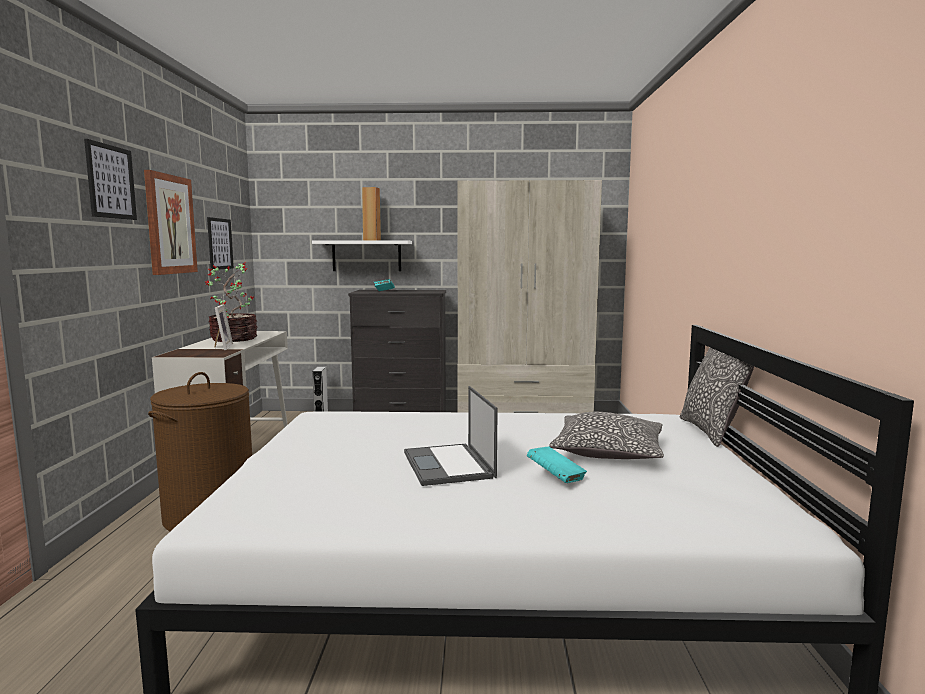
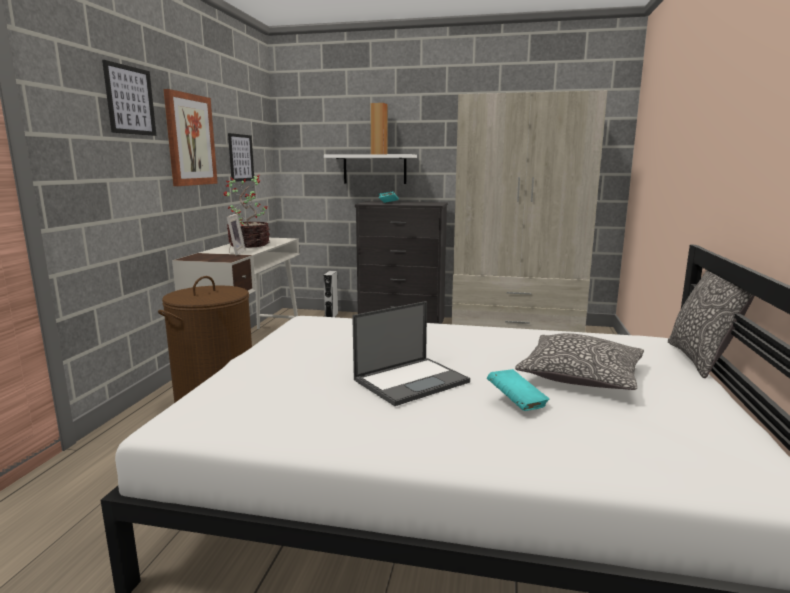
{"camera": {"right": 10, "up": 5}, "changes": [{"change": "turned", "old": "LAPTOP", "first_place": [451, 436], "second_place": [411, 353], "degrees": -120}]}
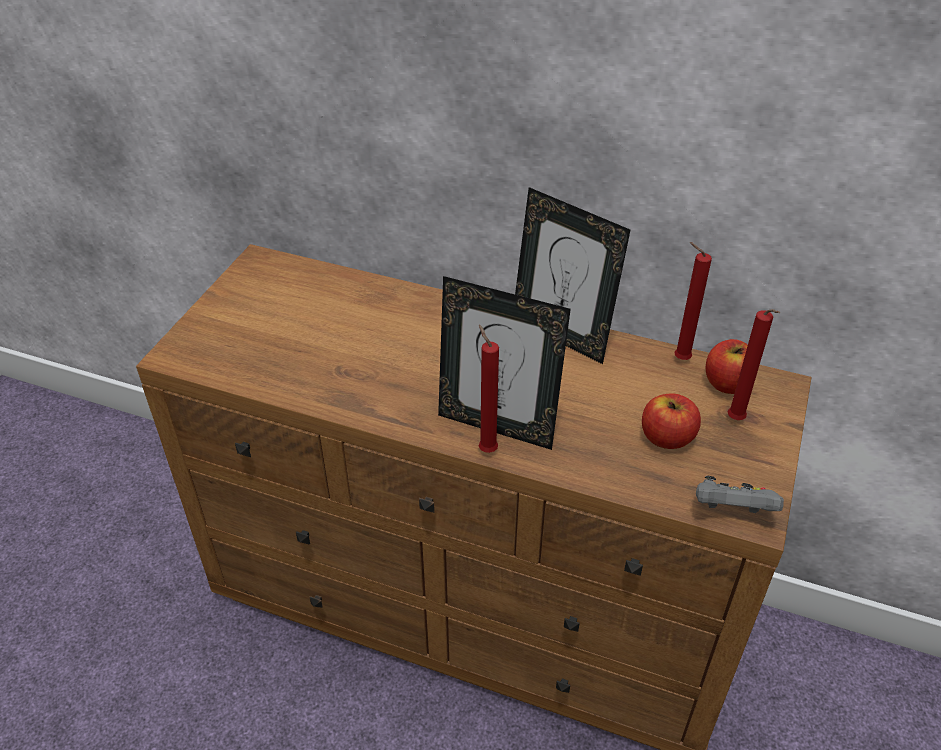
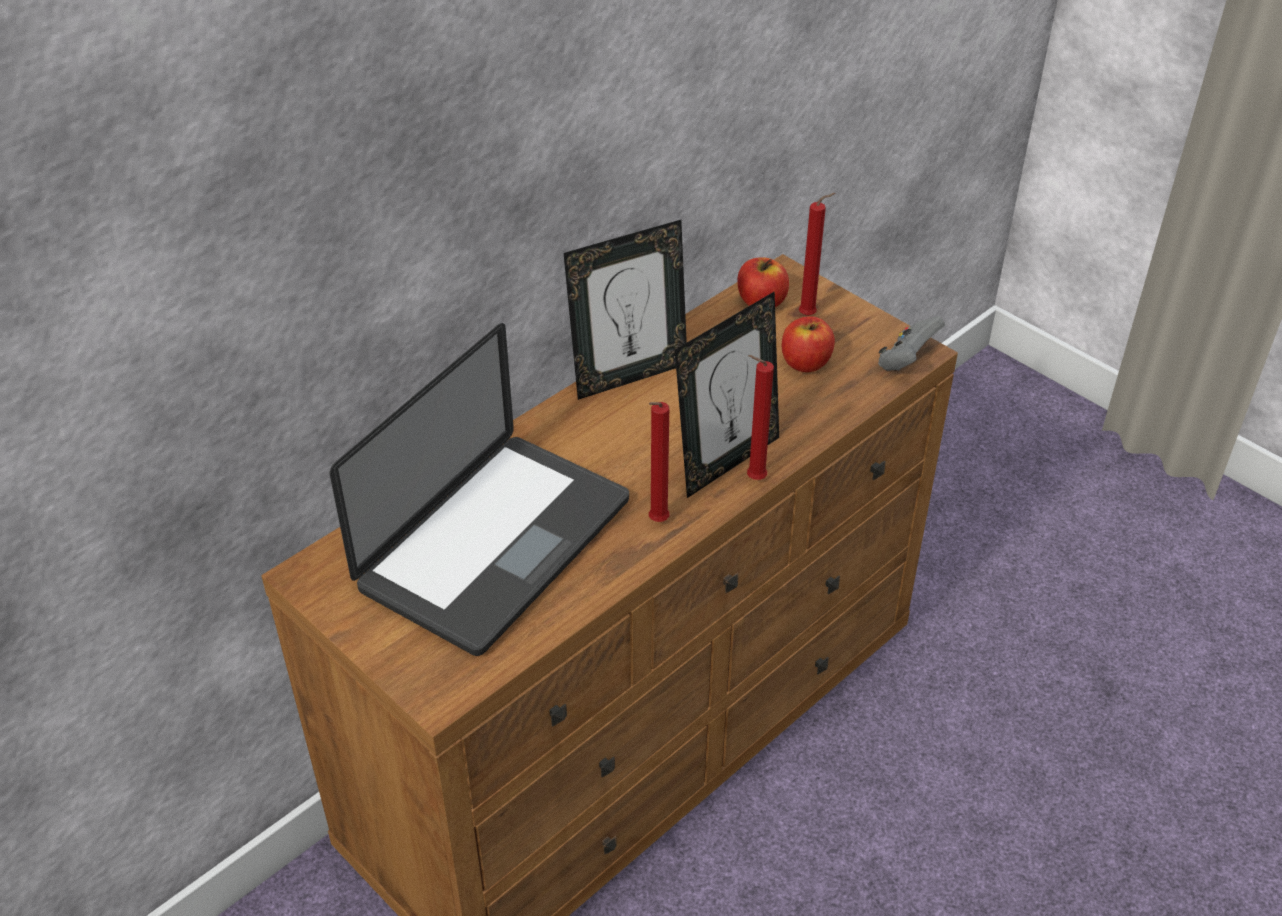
{"camera": {"right": -65, "up": 0}, "changes": [{"change": "moved", "old": "RED CANDLE", "first_place": [693, 301], "second_place": [659, 462]}, {"change": "added", "new": "LAPTOP", "second_place": [479, 489]}]}
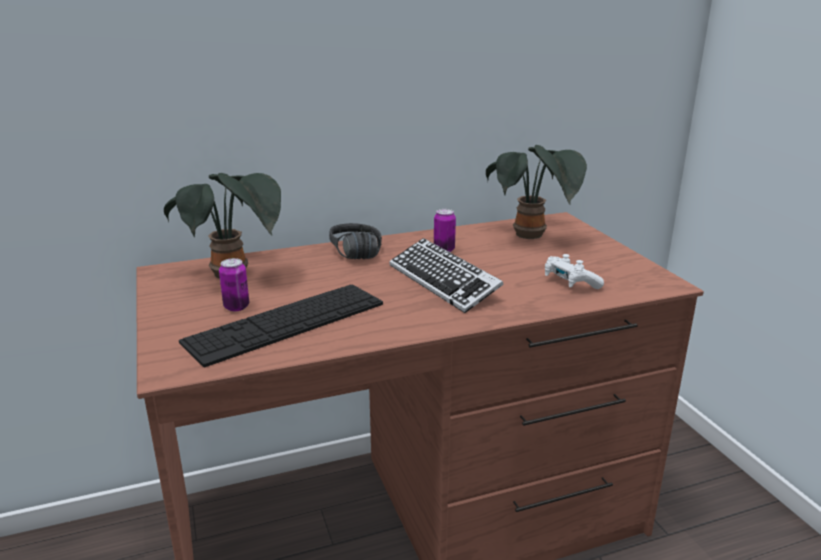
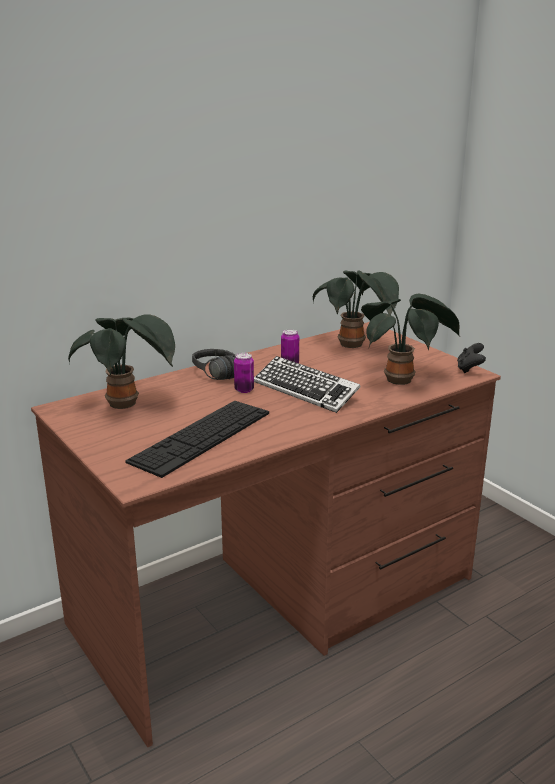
{"camera": {"right": -15, "up": 0}, "changes": [{"change": "moved", "old": "CAN", "first_place": [234, 284], "second_place": [244, 373]}, {"change": "replaced", "old": "WHITE GAME CONTROLLER", "new": "POTTED PLANT", "first_place": [574, 271], "second_place": [410, 339]}, {"change": "added", "new": "BLACK GAME CONTROLLER", "second_place": [471, 358]}]}
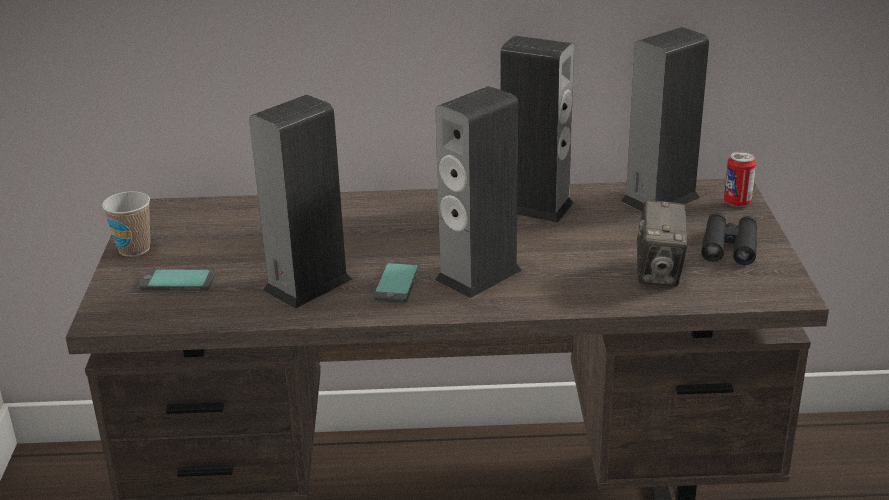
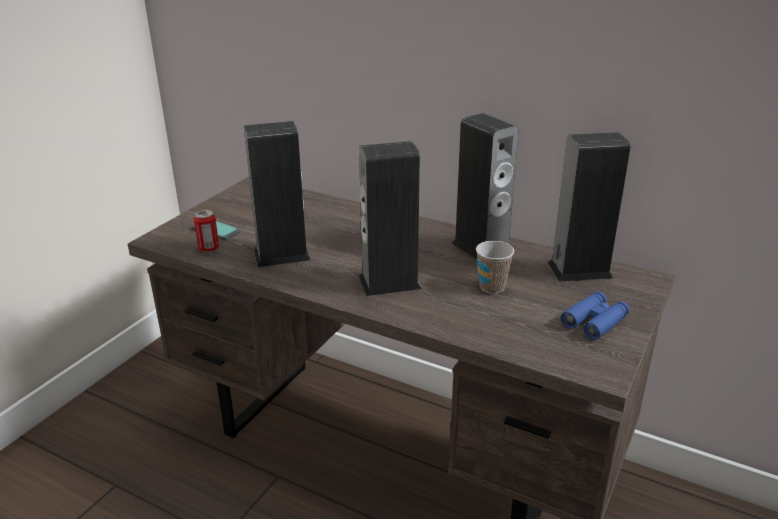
{"camera": {"right": 30, "up": 0}, "changes": [{"change": "moved", "old": "CUP", "first_place": [126, 224], "second_place": [495, 267]}, {"change": "removed", "old": "PHONE", "first_place": [396, 282]}, {"change": "removed", "old": "PHOTO CAMERA", "first_place": [662, 243]}, {"change": "recoloured", "old": "BLACK BINOCULARS", "new": "BLUE BINOCULARS", "first_place": [729, 239], "second_place": [595, 315]}, {"change": "moved", "old": "CAN", "first_place": [740, 179], "second_place": [206, 231]}]}
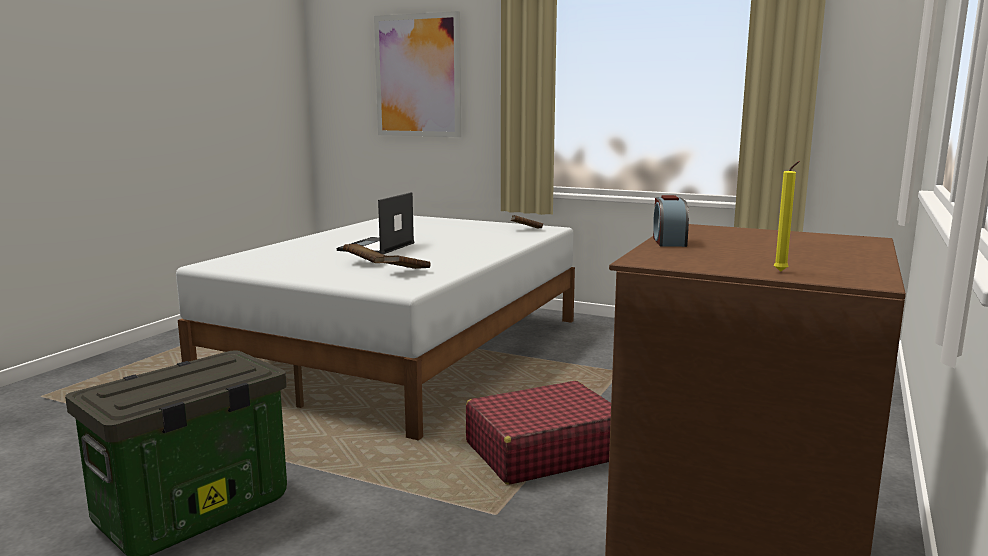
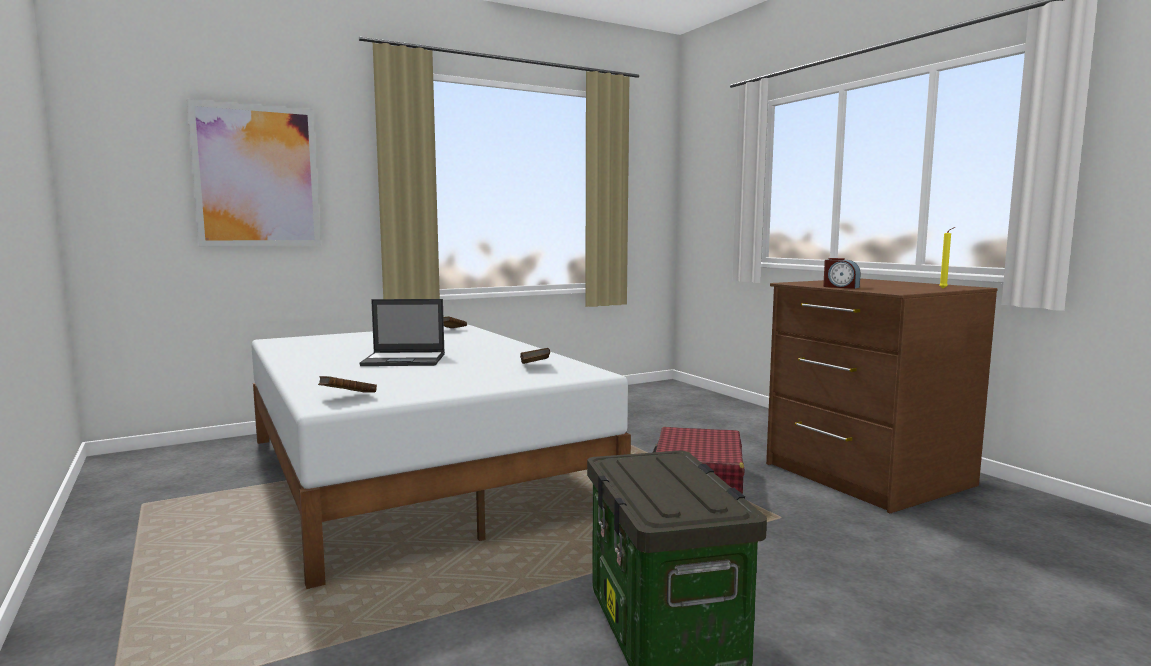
{"camera": {"right": -55, "up": -5}, "changes": [{"change": "turned", "old": "LAPTOP", "first_place": [375, 223], "second_place": [402, 332], "degrees": -60}, {"change": "moved", "old": "BROWN BOOK", "first_place": [364, 253], "second_place": [347, 384]}]}
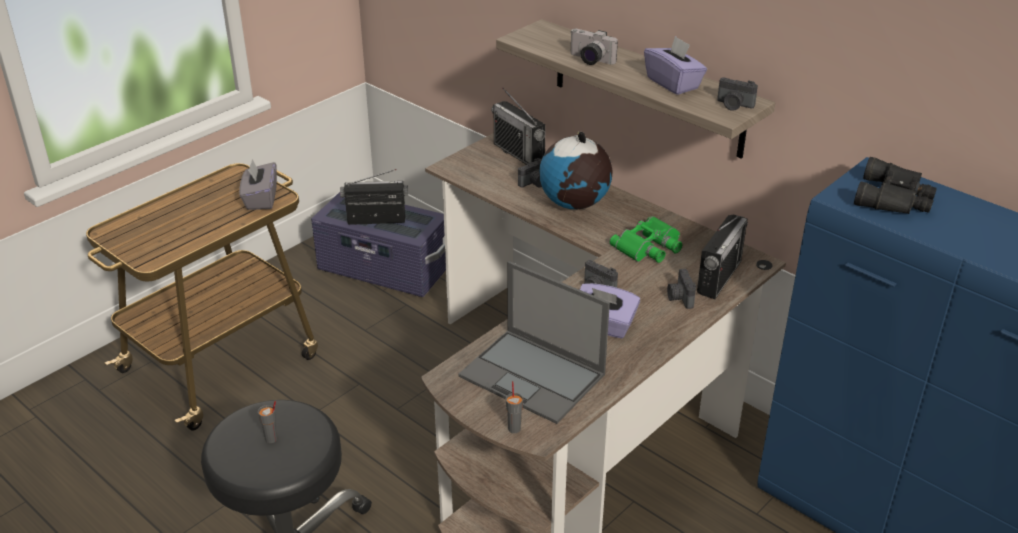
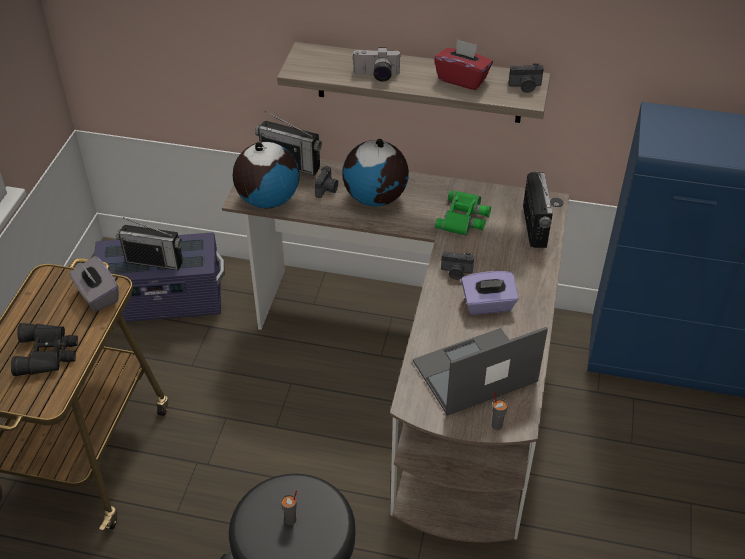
{"camera": {"right": -30, "up": 10}, "changes": [{"change": "turned", "old": "RADIO", "first_place": [374, 197], "second_place": [149, 243], "degrees": -135}, {"change": "turned", "old": "LAPTOP", "first_place": [534, 342], "second_place": [480, 371], "degrees": 150}, {"change": "recoloured", "old": "PURPLE TISSUE BOX", "new": "RED TISSUE BOX", "first_place": [675, 65], "second_place": [463, 64]}, {"change": "removed", "old": "PHOTO CAMERA", "first_place": [681, 289]}, {"change": "moved", "old": "BLACK BINOCULARS", "first_place": [895, 185], "second_place": [44, 349]}, {"change": "added", "new": "GLOBE", "second_place": [266, 175]}]}
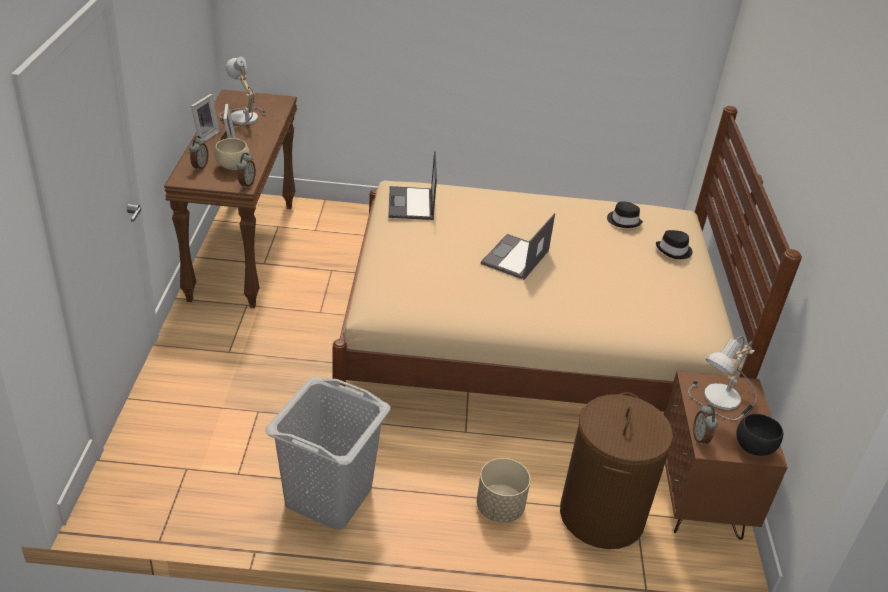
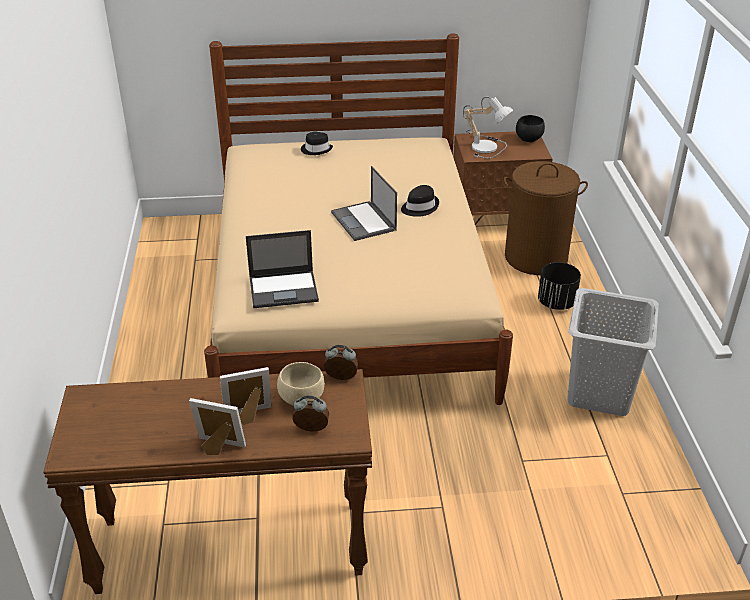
{"camera": {"right": -95, "up": 0}, "changes": [{"change": "removed", "old": "TABLE LAMP", "first_place": [242, 92]}, {"change": "recoloured", "old": "BEIGE PLANTER", "new": "BLACK PLANTER", "first_place": [503, 490], "second_place": [559, 286]}, {"change": "turned", "old": "LAPTOP", "first_place": [518, 246], "second_place": [364, 203], "degrees": 45}, {"change": "moved", "old": "BLACK HAT", "first_place": [625, 214], "second_place": [420, 201]}, {"change": "removed", "old": "ALARM CLOCK", "first_place": [705, 425]}]}
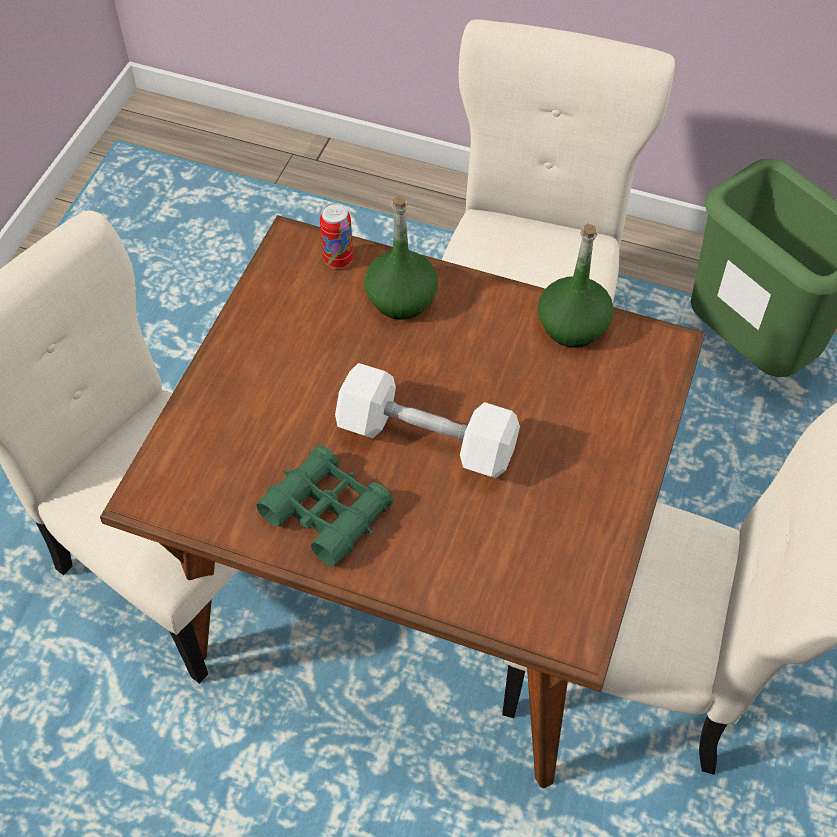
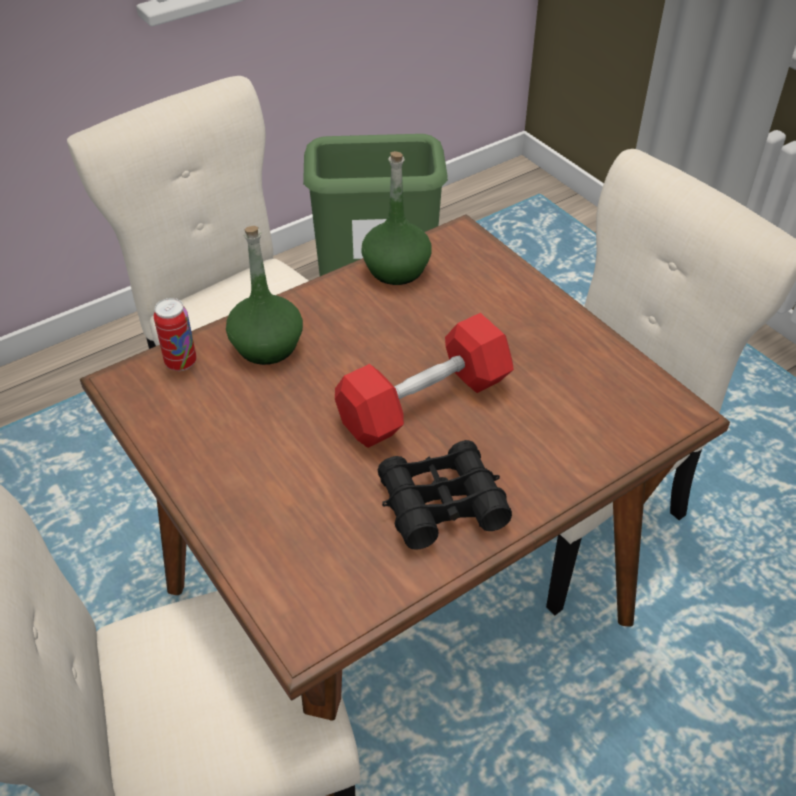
{"camera": {"right": -55, "up": -10}, "changes": [{"change": "recoloured", "old": "GREEN BINOCULARS", "new": "BLACK BINOCULARS", "first_place": [325, 505], "second_place": [444, 495]}, {"change": "recoloured", "old": "WHITE DUMBBELL", "new": "RED DUMBBELL", "first_place": [427, 420], "second_place": [424, 380]}]}
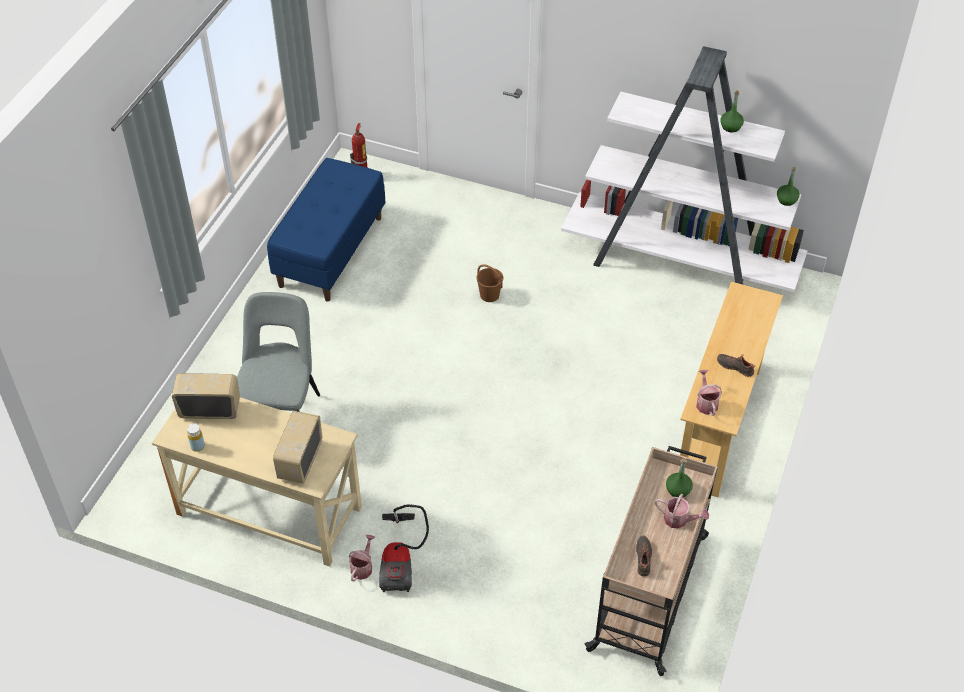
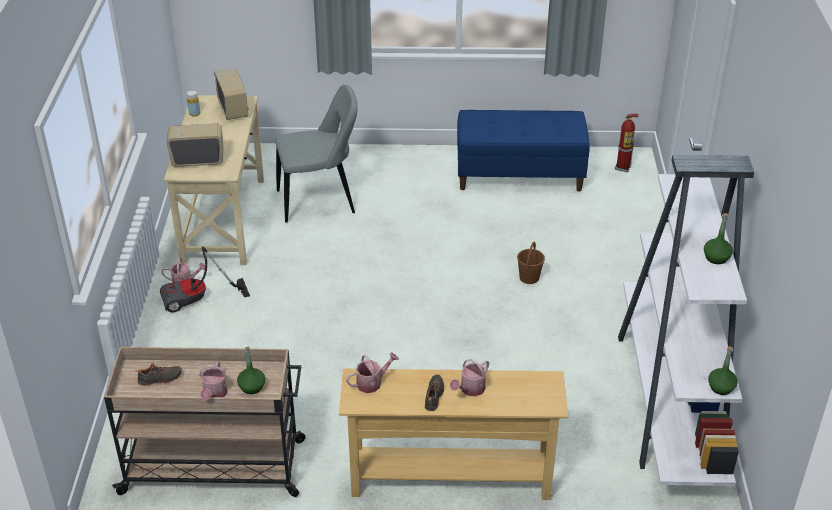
{"camera": {"right": 70, "up": -10}, "changes": [{"change": "added", "new": "WATERING CAN", "second_place": [469, 377]}]}
